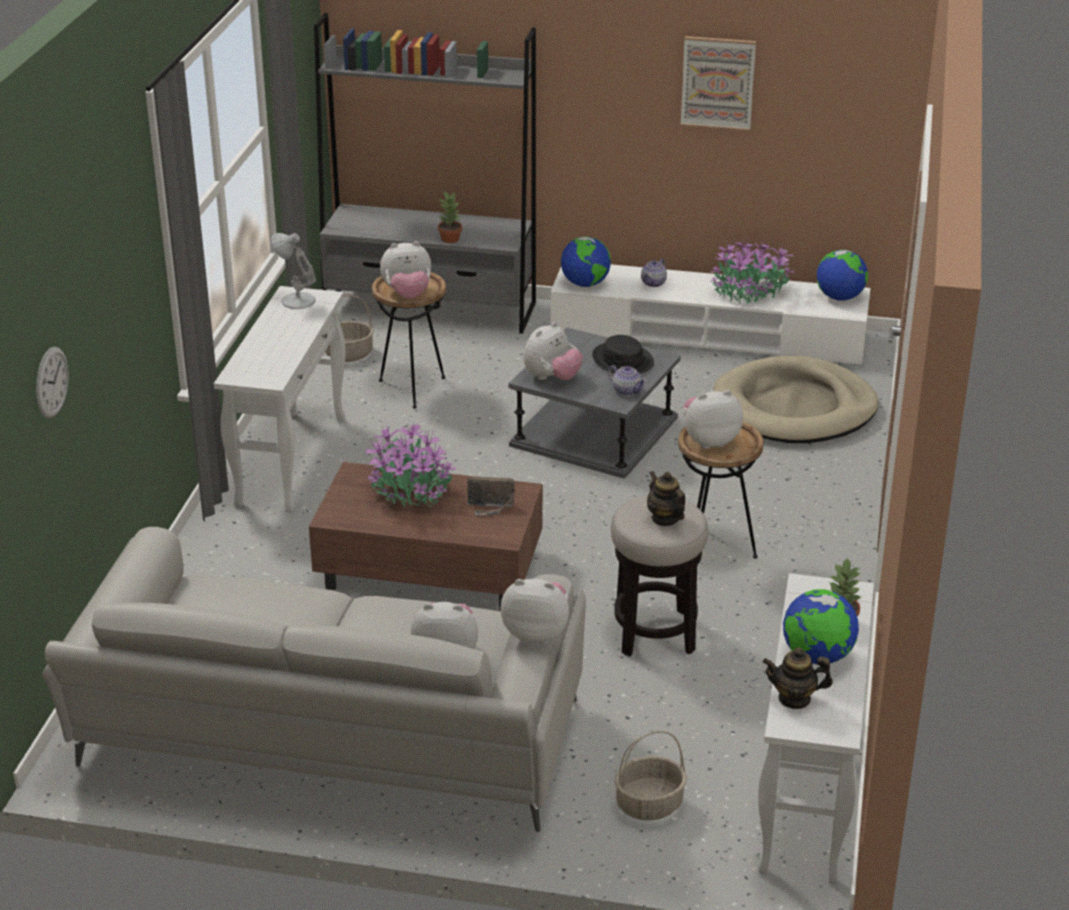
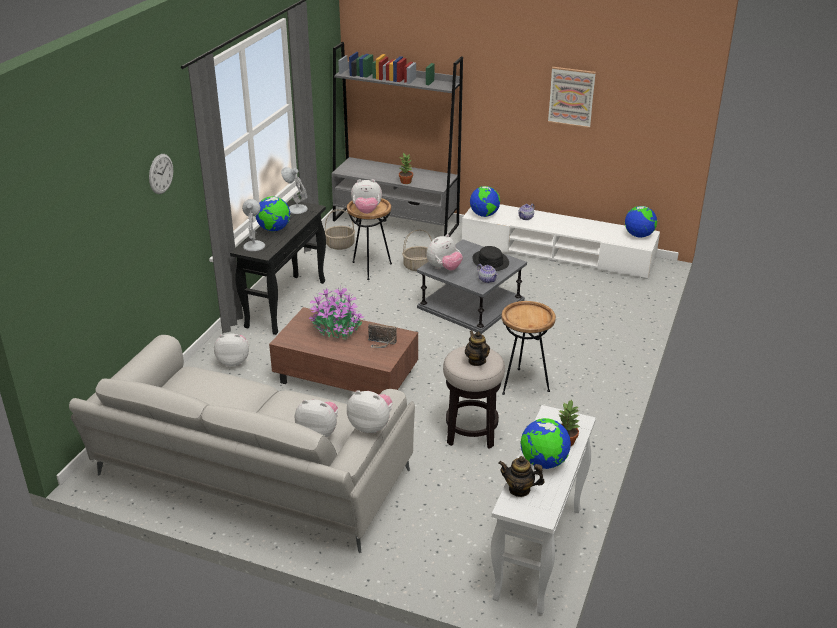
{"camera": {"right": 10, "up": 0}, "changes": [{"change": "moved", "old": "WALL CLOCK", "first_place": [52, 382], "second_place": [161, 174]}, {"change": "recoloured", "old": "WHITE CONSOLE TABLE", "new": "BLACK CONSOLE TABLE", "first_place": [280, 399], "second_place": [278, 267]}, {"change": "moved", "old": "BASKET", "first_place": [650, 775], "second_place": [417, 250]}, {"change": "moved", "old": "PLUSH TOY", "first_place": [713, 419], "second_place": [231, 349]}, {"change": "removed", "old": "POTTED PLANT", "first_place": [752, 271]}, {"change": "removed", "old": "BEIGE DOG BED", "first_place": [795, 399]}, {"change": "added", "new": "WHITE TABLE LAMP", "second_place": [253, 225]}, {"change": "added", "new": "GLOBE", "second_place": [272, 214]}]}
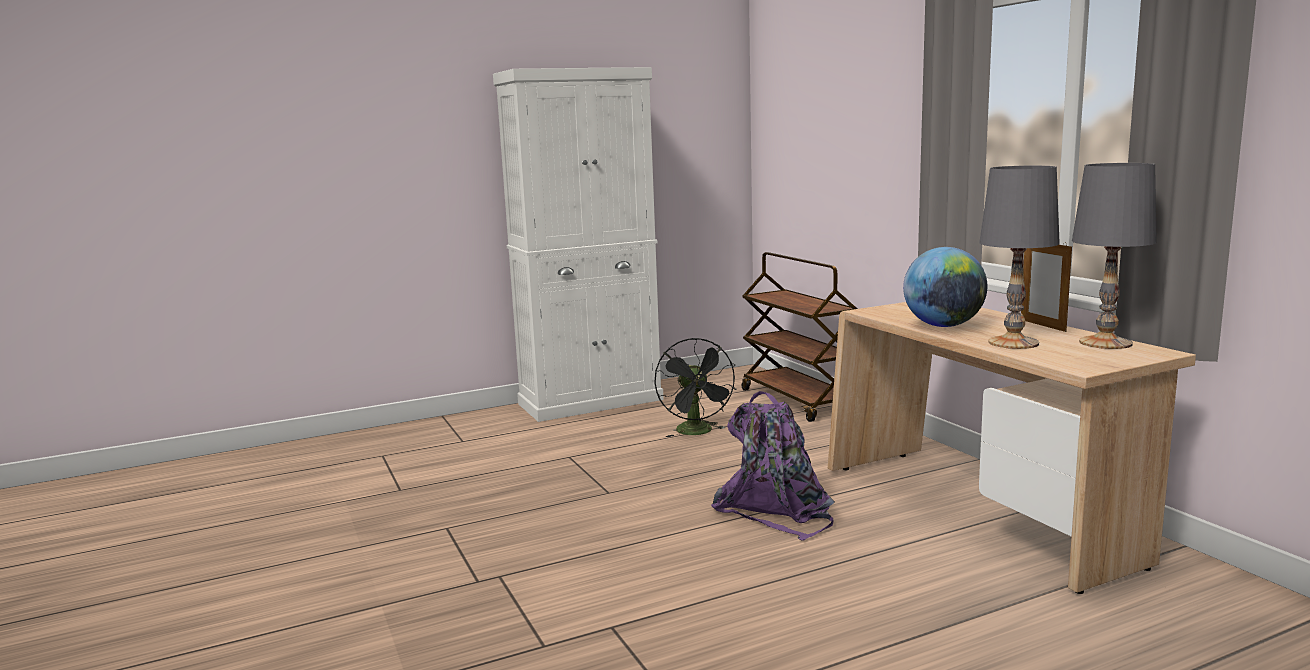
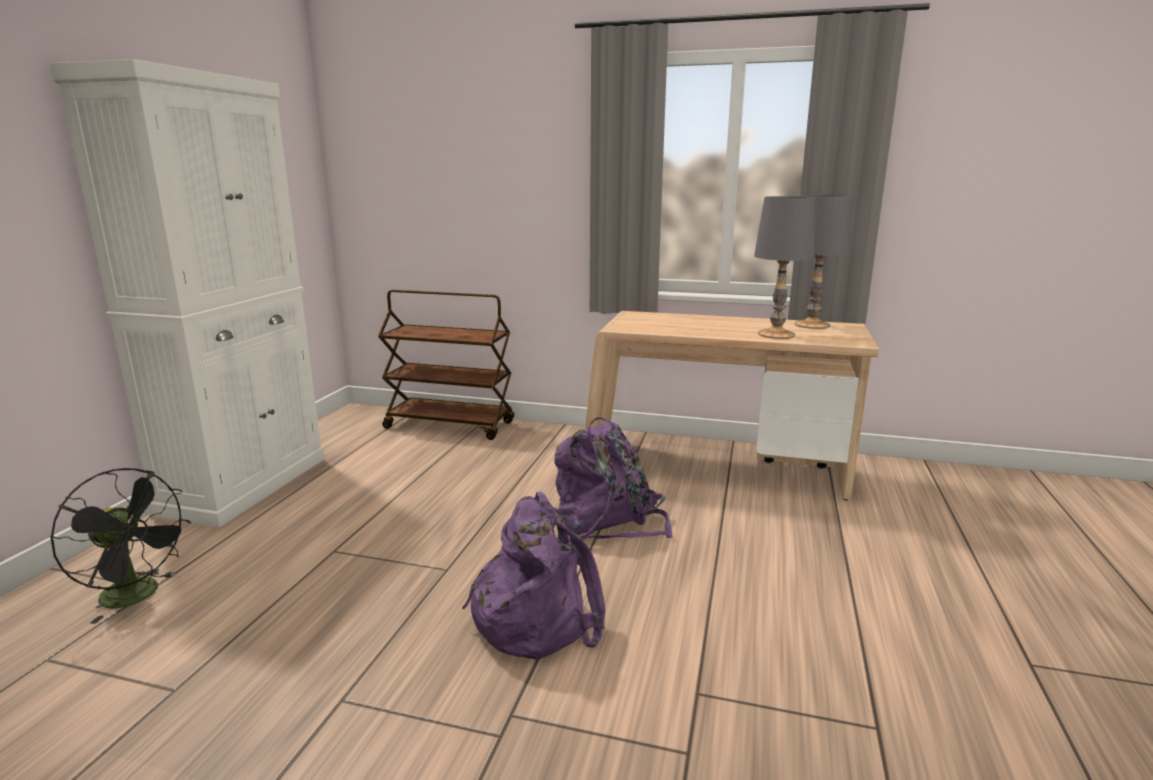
{"camera": {"right": -50, "up": 5}, "changes": [{"change": "moved", "old": "BLACK FAN", "first_place": [695, 387], "second_place": [121, 546]}, {"change": "removed", "old": "GLOBE", "first_place": [945, 287]}, {"change": "removed", "old": "PICTURE FRAME", "first_place": [1046, 287]}, {"change": "added", "new": "PURPLE BACKPACK", "second_place": [533, 575]}]}
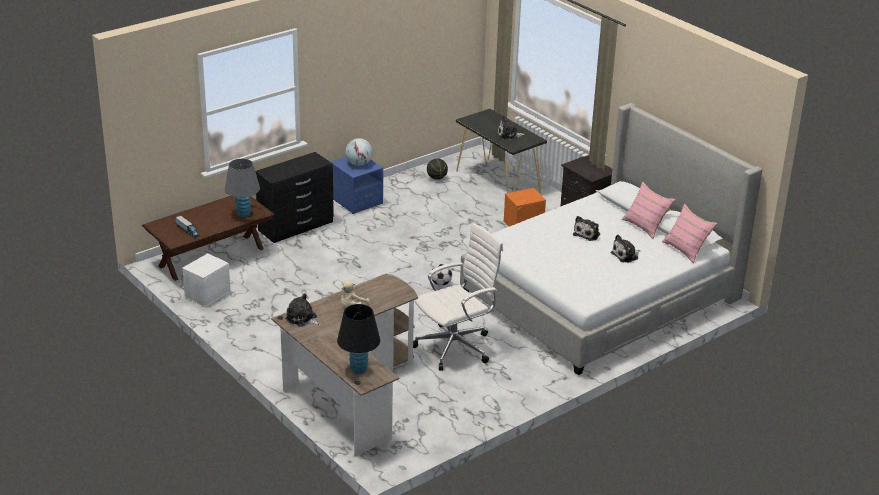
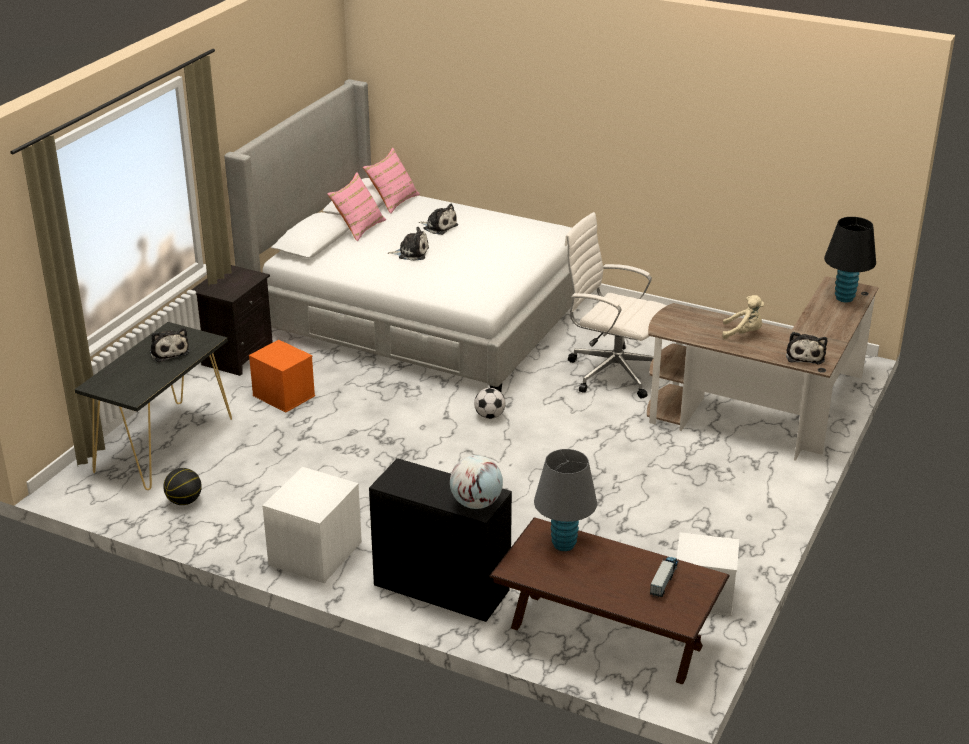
{"camera": {"right": -115, "up": 0}, "changes": [{"change": "recoloured", "old": "BLUE NIGHTSTAND", "new": "WHITE NIGHTSTAND", "first_place": [357, 185], "second_place": [312, 525]}, {"change": "moved", "old": "GLOBE", "first_place": [359, 152], "second_place": [476, 482]}]}
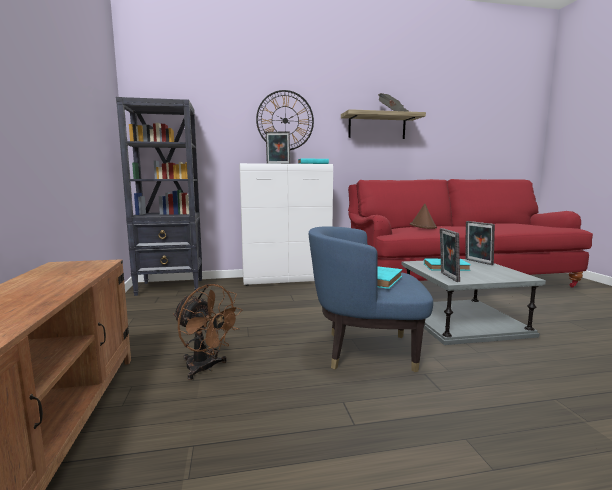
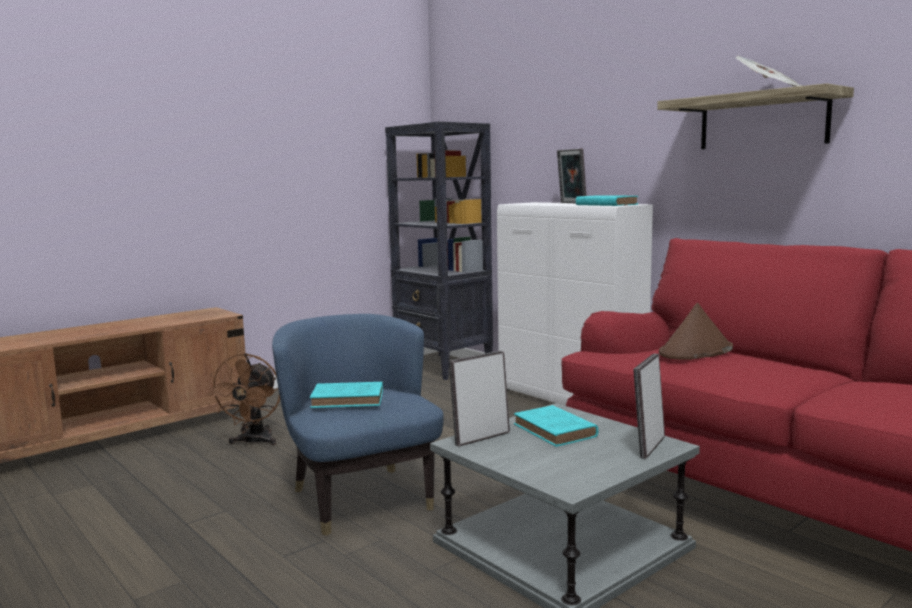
{"camera": {"right": 60, "up": 0}, "changes": [{"change": "removed", "old": "WALL CLOCK", "first_place": [285, 120]}]}
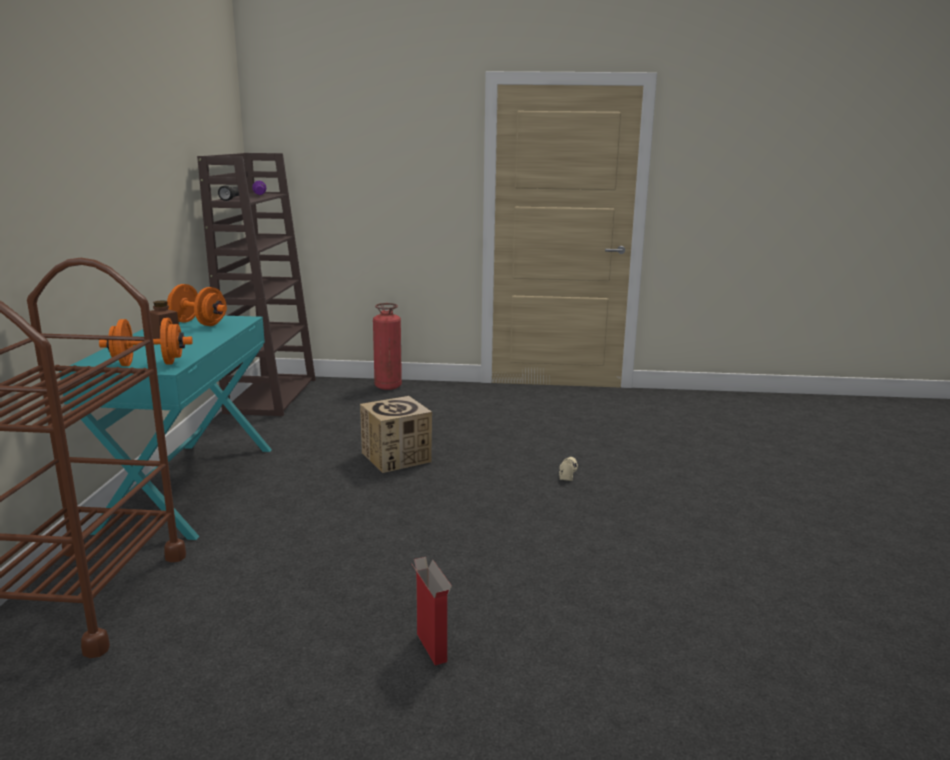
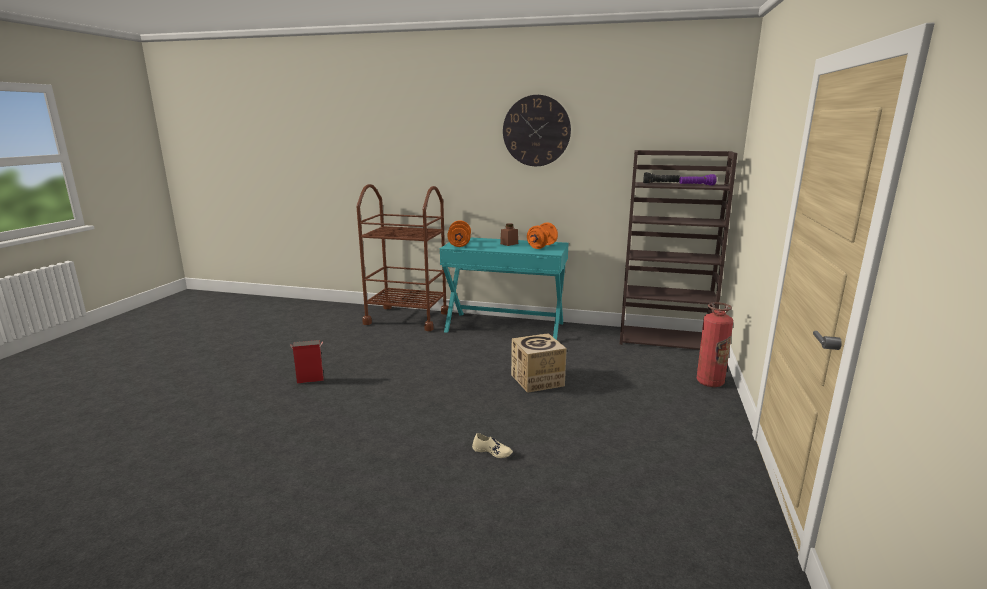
{"camera": {"right": 100, "up": 0}, "changes": [{"change": "added", "new": "WALL CLOCK", "second_place": [537, 130]}]}
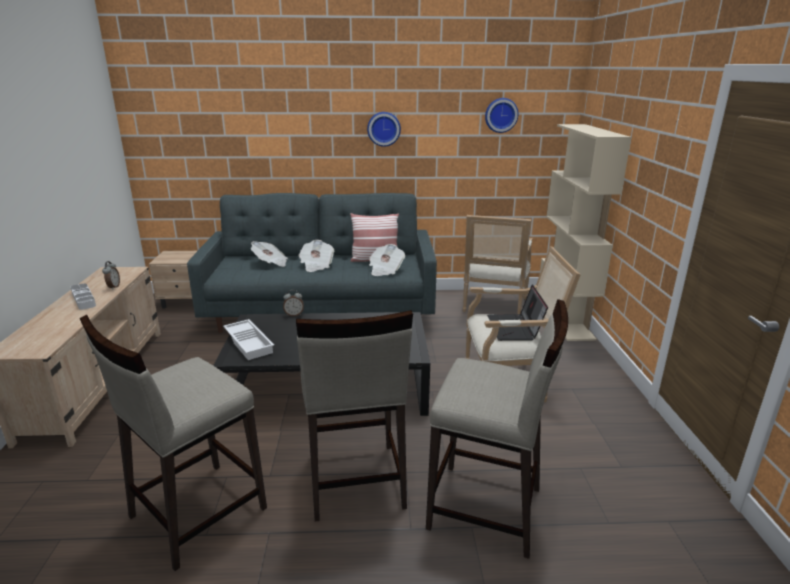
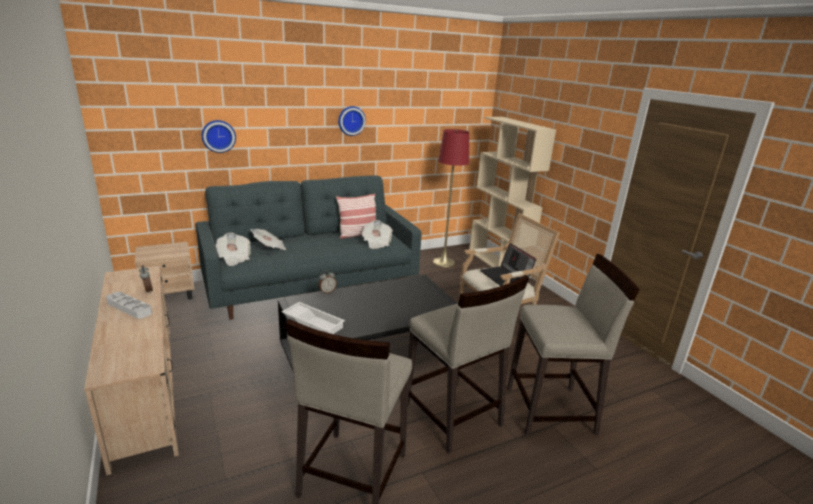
{"camera": {"right": -25, "up": 0}, "changes": [{"change": "moved", "old": "NEWSPAPER", "first_place": [317, 256], "second_place": [233, 249]}, {"change": "replaced", "old": "ARMCHAIR", "new": "RED FLOOR LAMP", "first_place": [497, 264], "second_place": [451, 198]}, {"change": "moved", "old": "WALL CLOCK", "first_place": [501, 115], "second_place": [219, 136]}]}
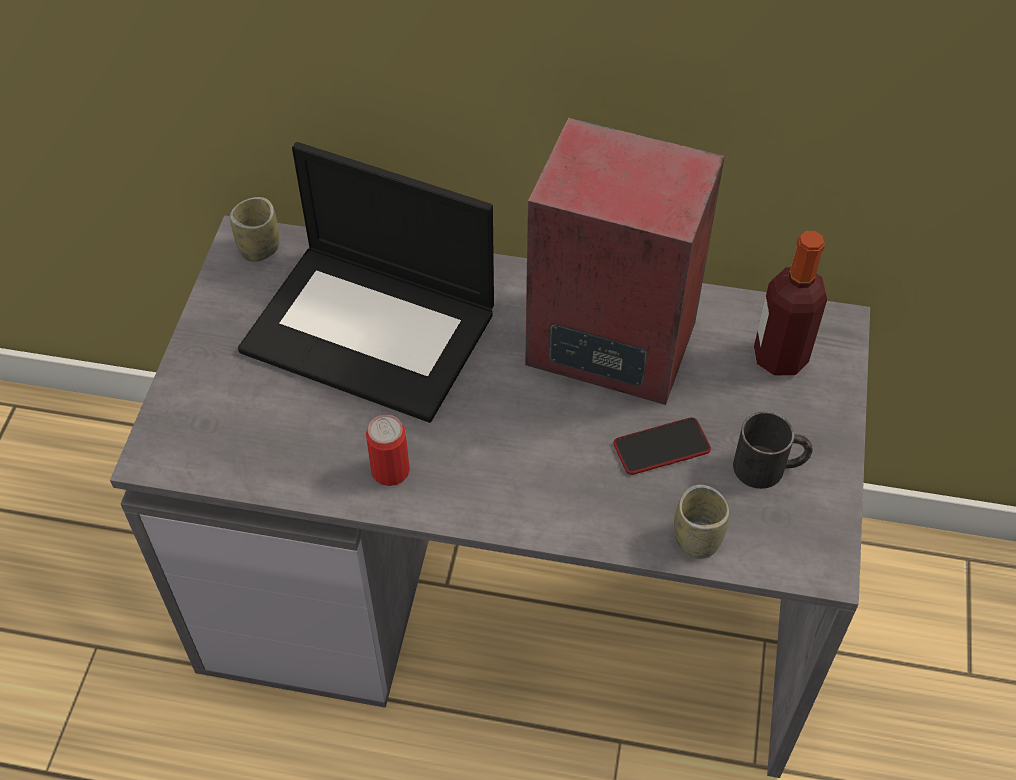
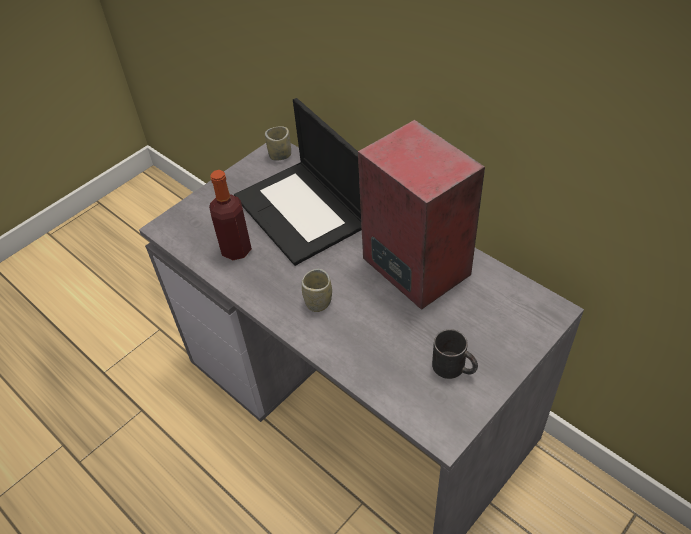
{"camera": {"right": 35, "up": -5}, "changes": [{"change": "removed", "old": "CAN", "first_place": [388, 450]}, {"change": "removed", "old": "PHONE", "first_place": [662, 446]}, {"change": "moved", "old": "CUP", "first_place": [701, 522], "second_place": [317, 290]}, {"change": "moved", "old": "BOTTLE", "first_place": [790, 303], "second_place": [230, 215]}]}
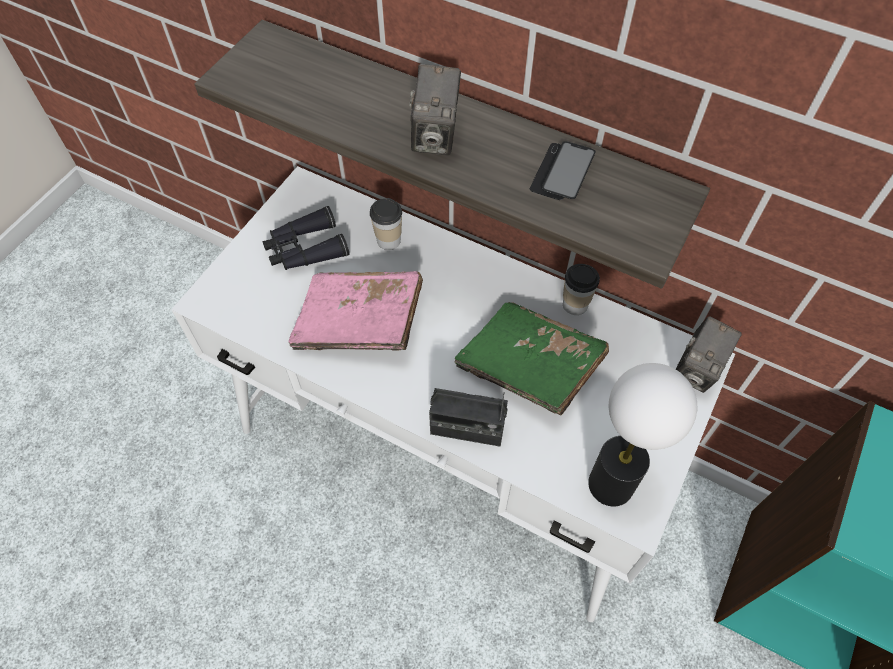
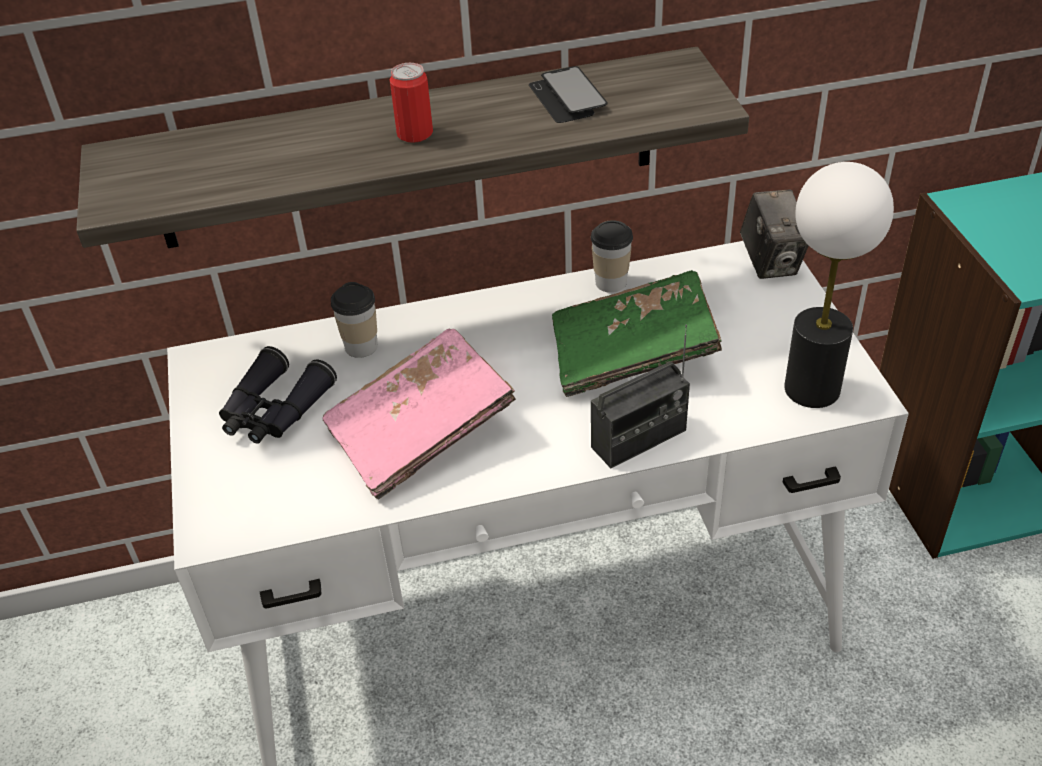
{"camera": {"right": -40, "up": -15}, "changes": [{"change": "replaced", "old": "PHOTO CAMERA", "new": "CAN", "first_place": [435, 109], "second_place": [411, 103]}]}
